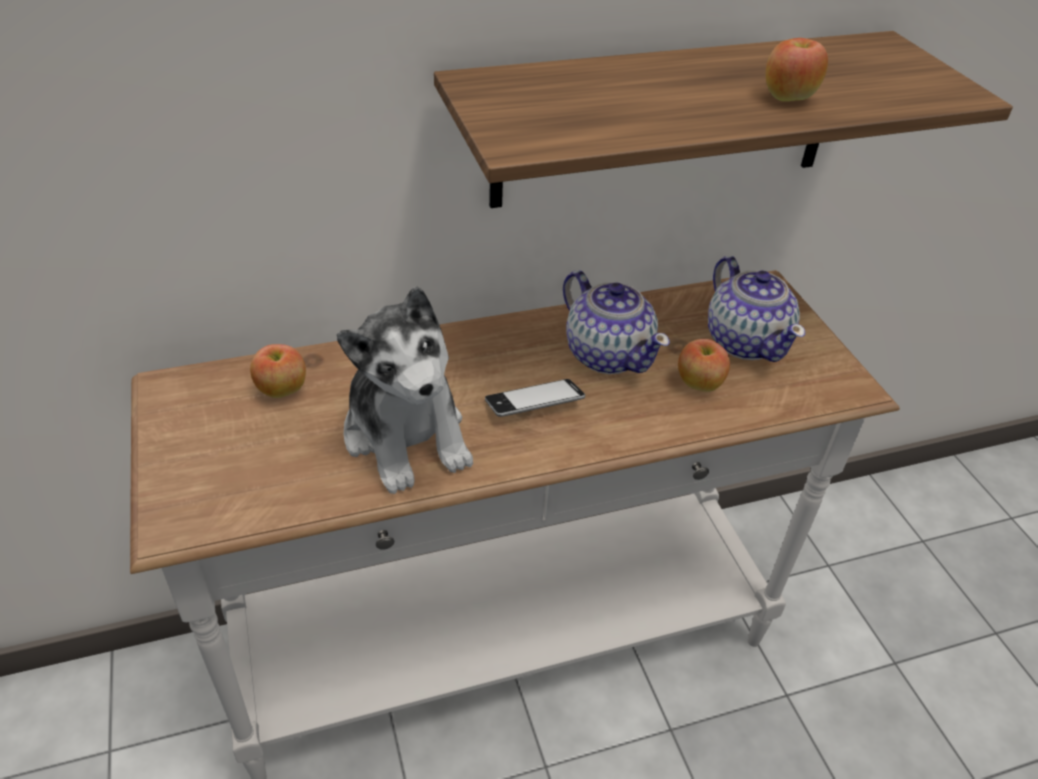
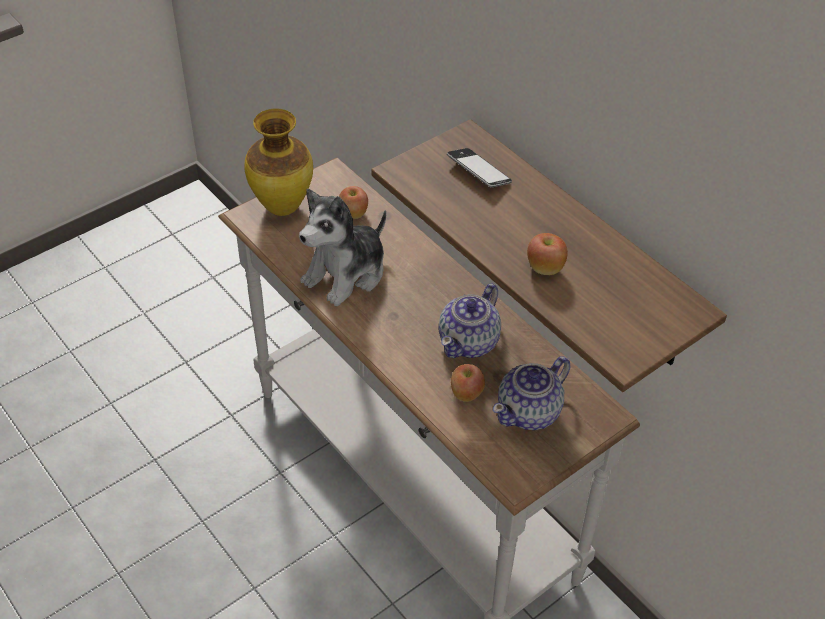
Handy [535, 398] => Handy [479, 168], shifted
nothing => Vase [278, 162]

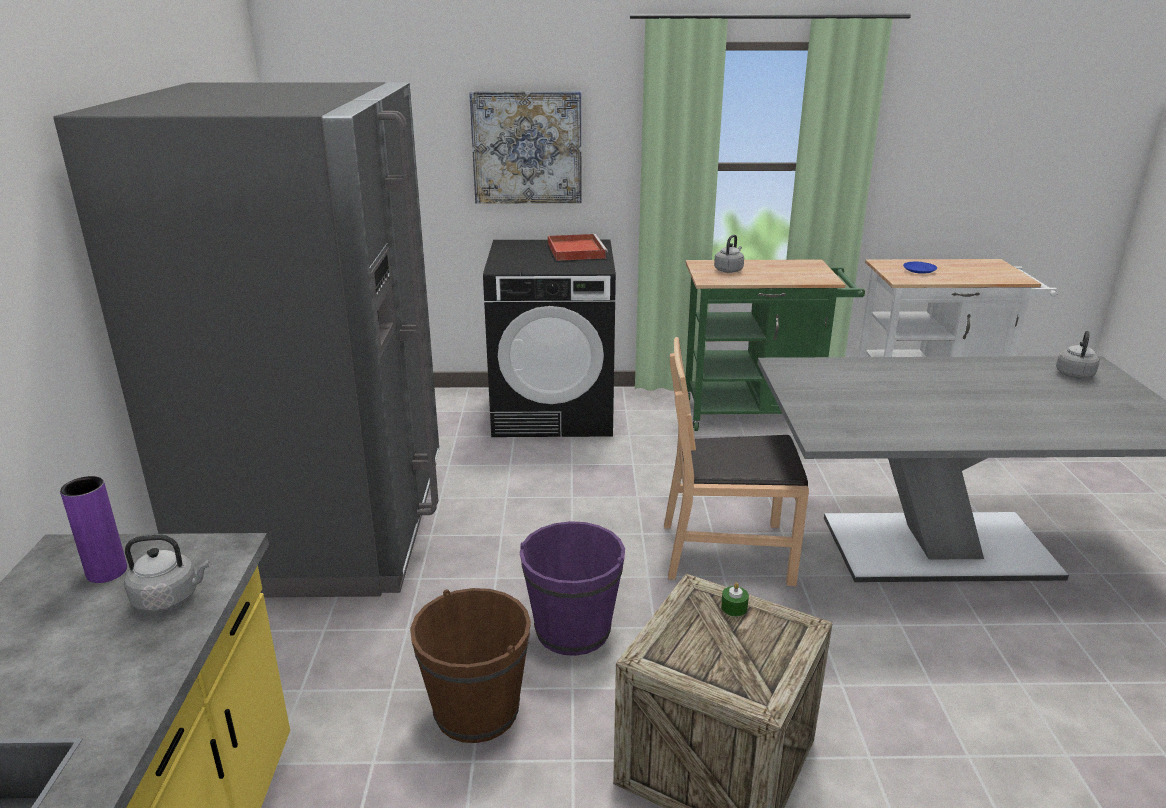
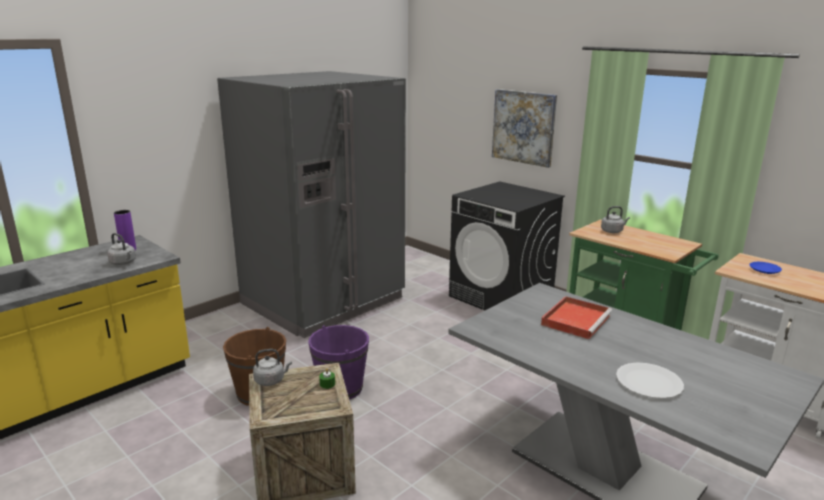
Tablett/rot [578, 247] => Tablett/rot [576, 317], shifted
Stuhl/braun [736, 461] => nothing
Wasserkessel/grau [1078, 355] => Wasserkessel/grau [272, 367], shifted
nothing => Teller/weiß [650, 380]

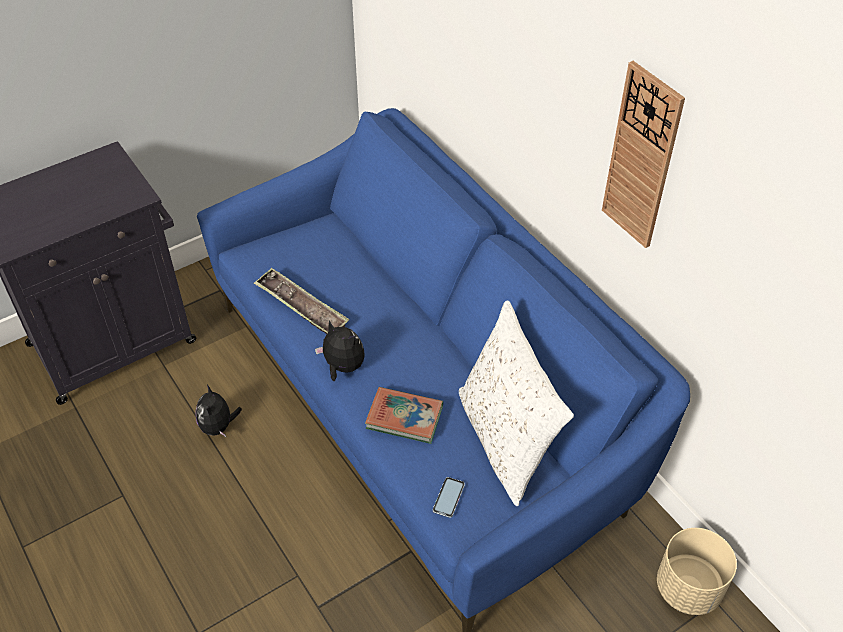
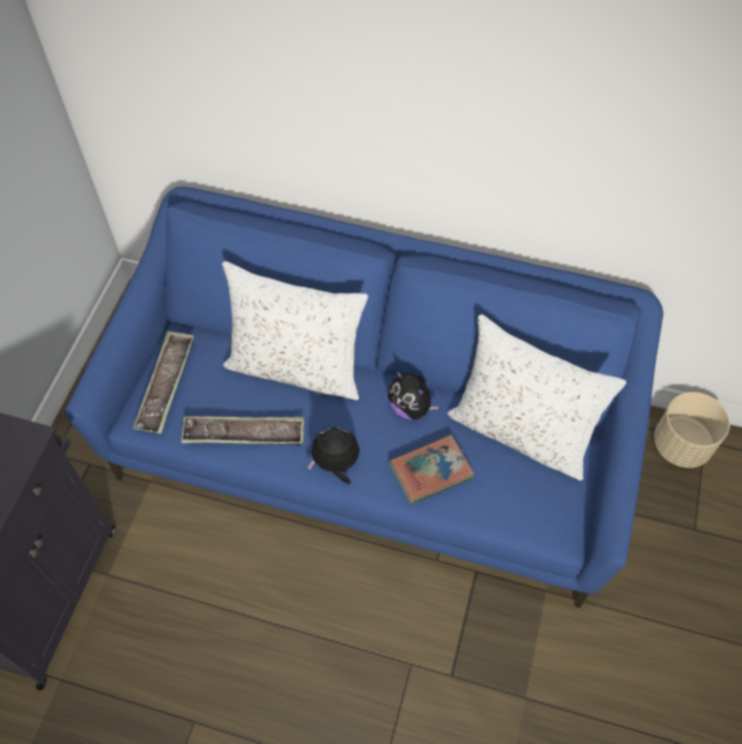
Plüschtier [218, 411] => Plüschtier [413, 395], shifted
Handy [449, 497] => nothing
Wanduhr [643, 154] => nothing
nothing => Tablett [163, 382]
nothing => Kissen/weiß [295, 330]

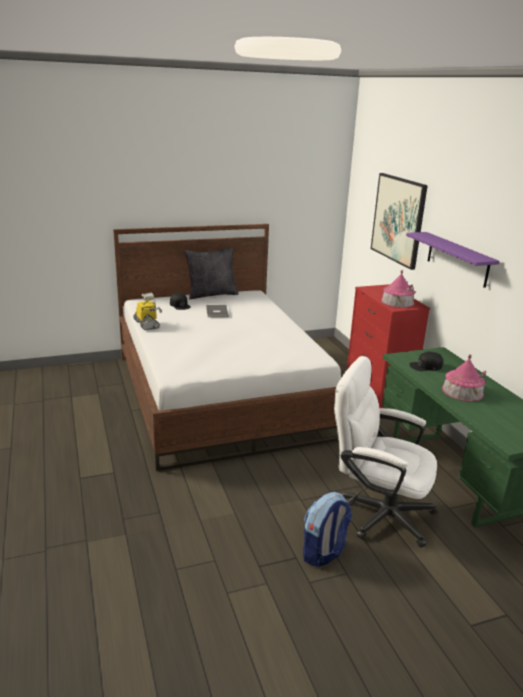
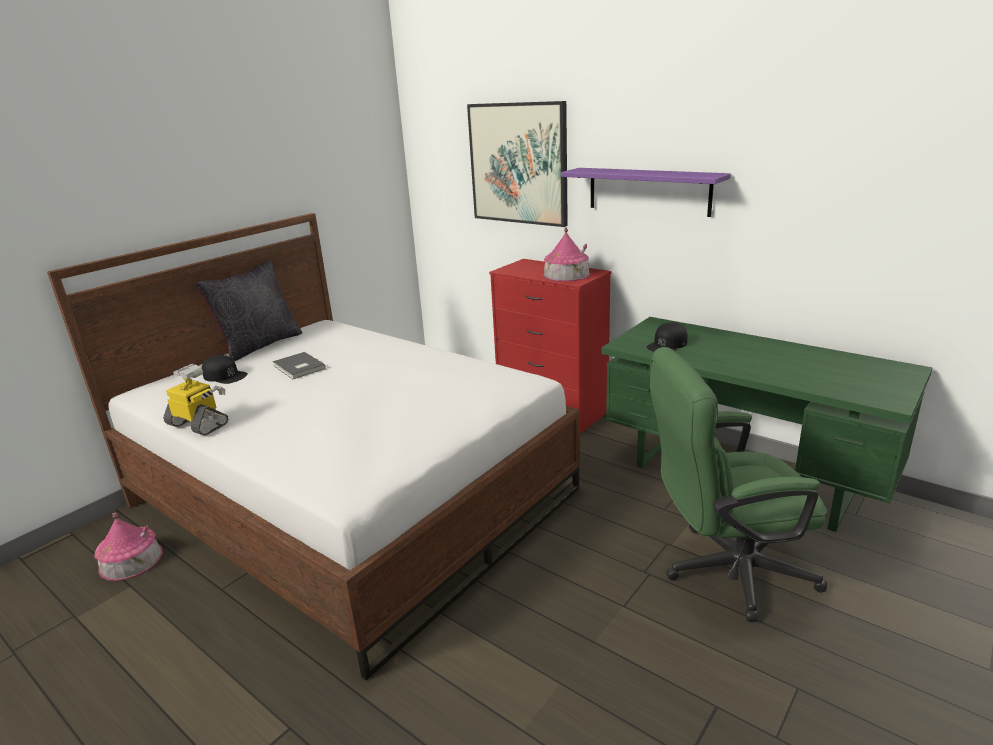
Rucksack [327, 529] => nothing
Bürostuhl/weiß [385, 451] => Bürostuhl/grün [738, 484]
Spielzeughaus [464, 378] => Spielzeughaus [128, 546], shifted

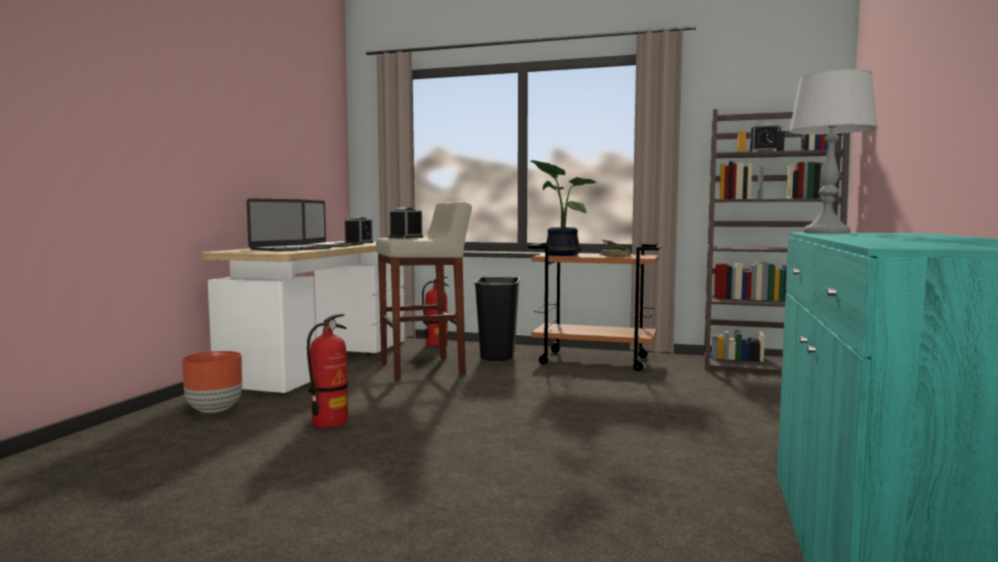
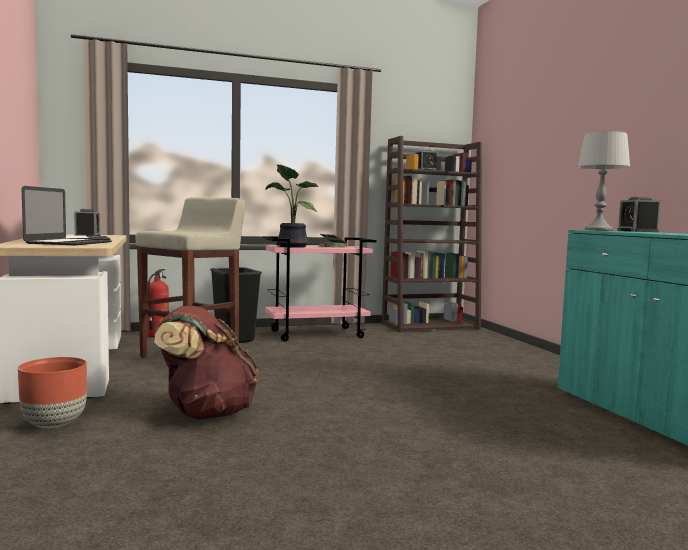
Feuerlöscher [327, 371] => Rucksack/braun [206, 363]
Wecker [406, 223] => Wecker [638, 214], shifted
Rollwagen/braun [595, 307] => Rollwagen/rosa [319, 289]

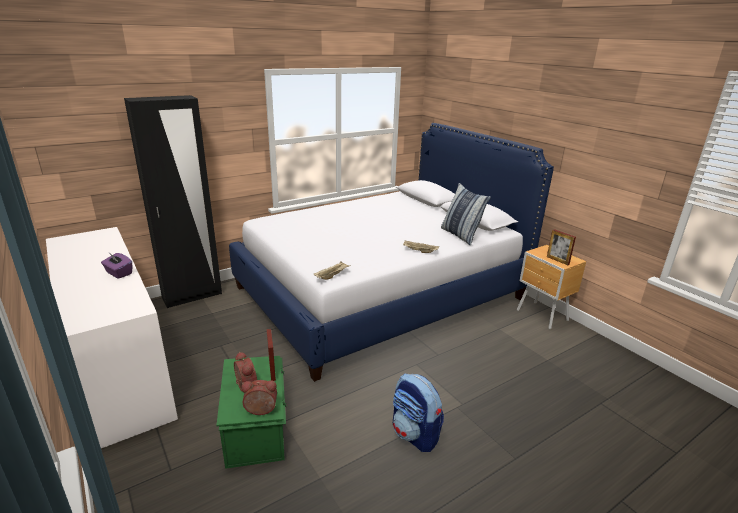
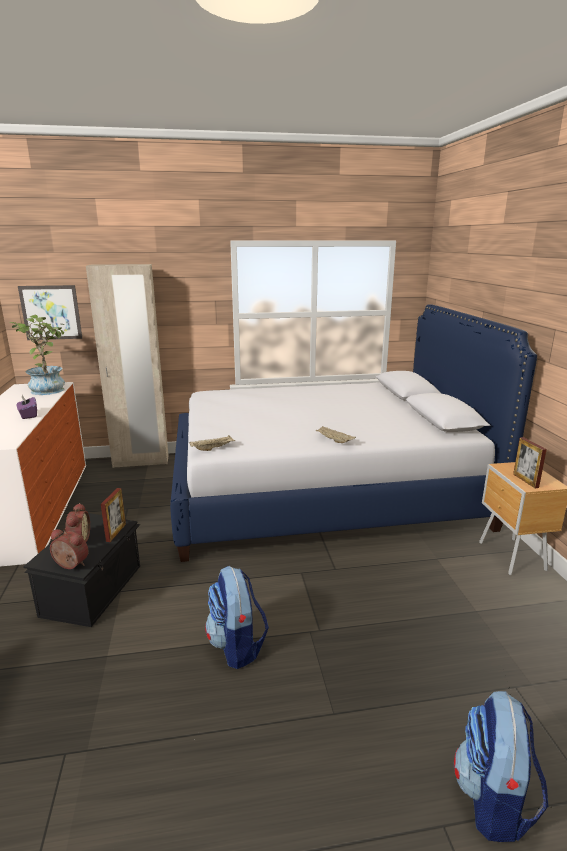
Kleiderschrank/schwarz [173, 201] => Kleiderschrank/beige [127, 366]
Aufbewahrungsbox/grün [251, 412] => Aufbewahrungsbox/schwarz [81, 570]
Kissen [466, 214] => nothing
nothing => Topfpflanze [37, 355]
nothing => Bild [50, 312]
nothing => Rucksack [501, 766]

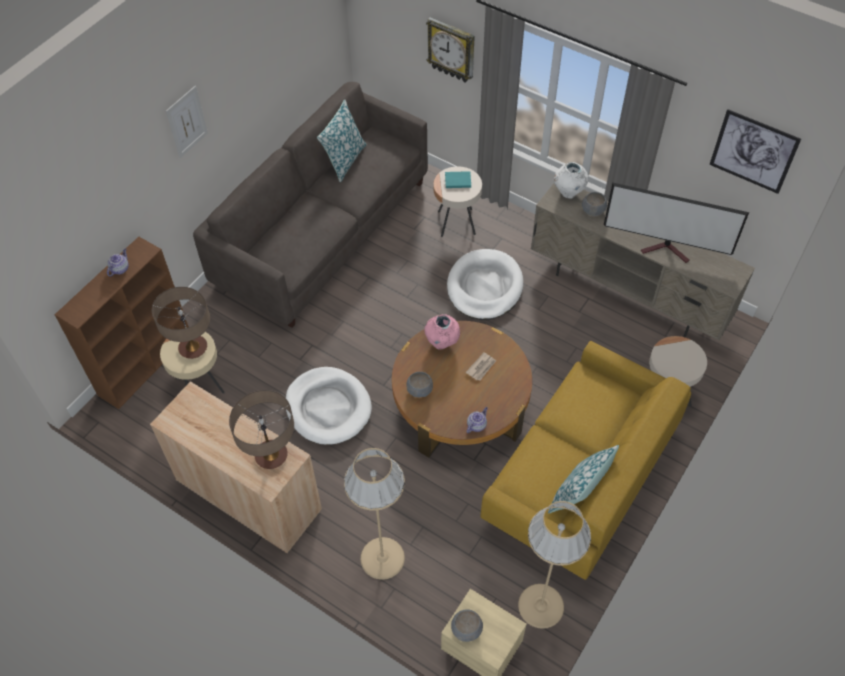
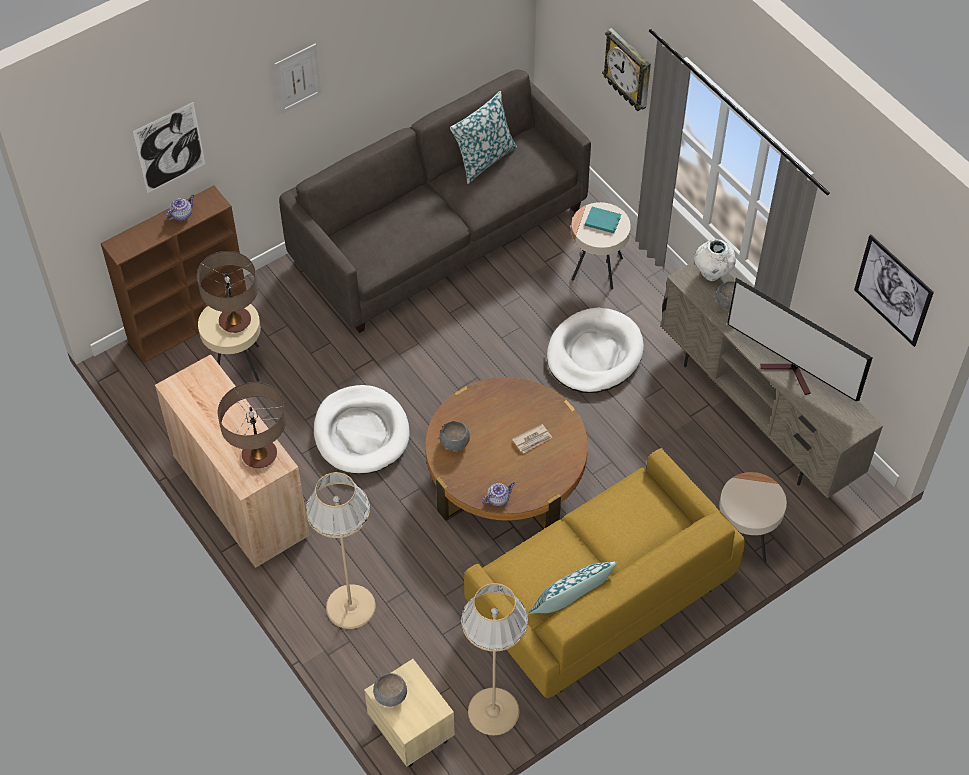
Vase/rosa [442, 332] => nothing
nothing => Bild [169, 147]

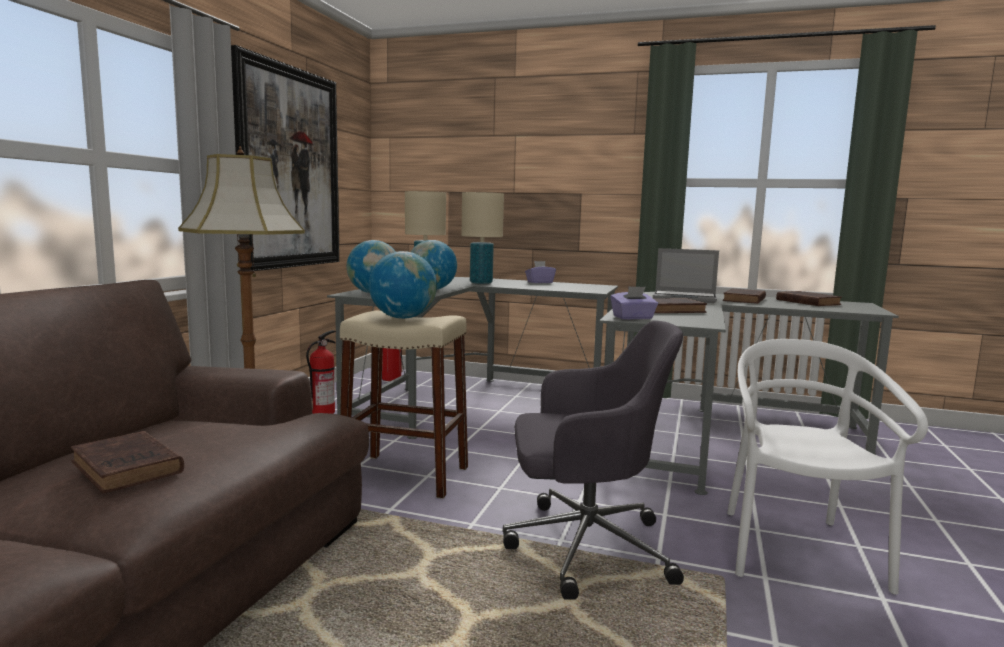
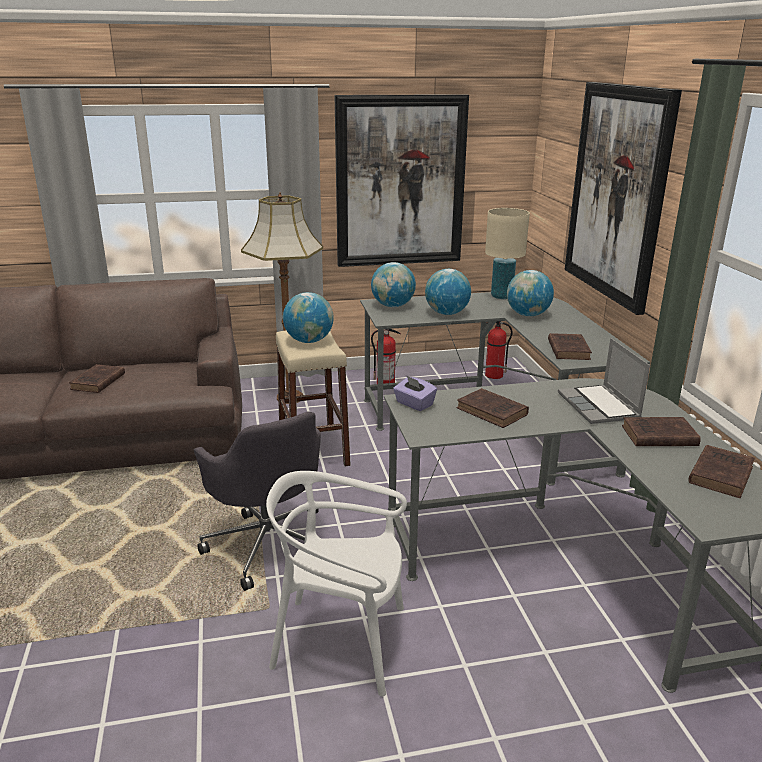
Tischlampe/beige [483, 238] => Globus [530, 293]
Taschentuchbox/lila [540, 272] => nothing
Stuhl/weiß [827, 467] => Stuhl/weiß [336, 583], 150 degrees counterclockwise
nothing => Buch/braun [570, 346]
nothing => Bild [623, 198]

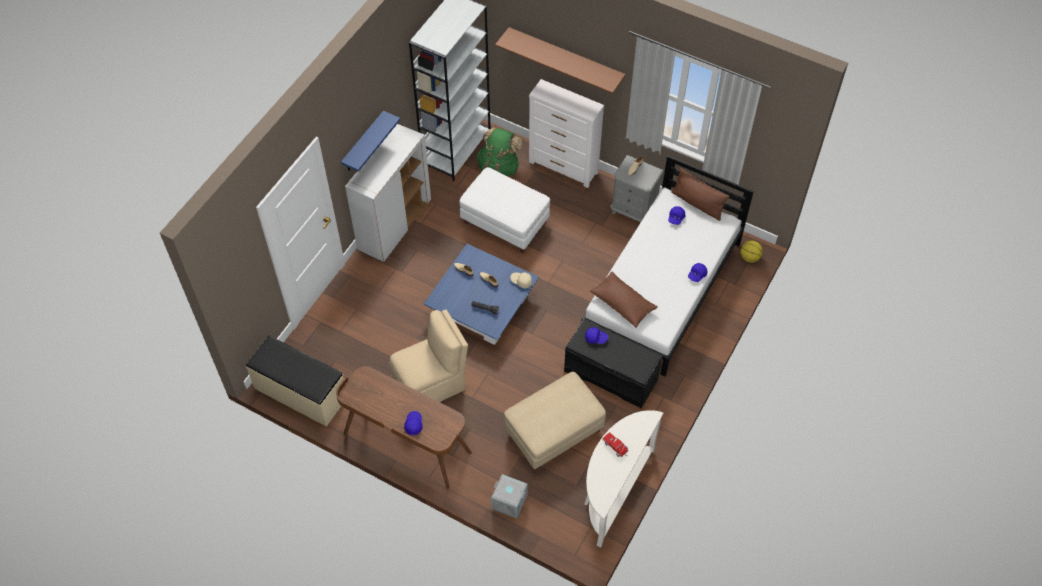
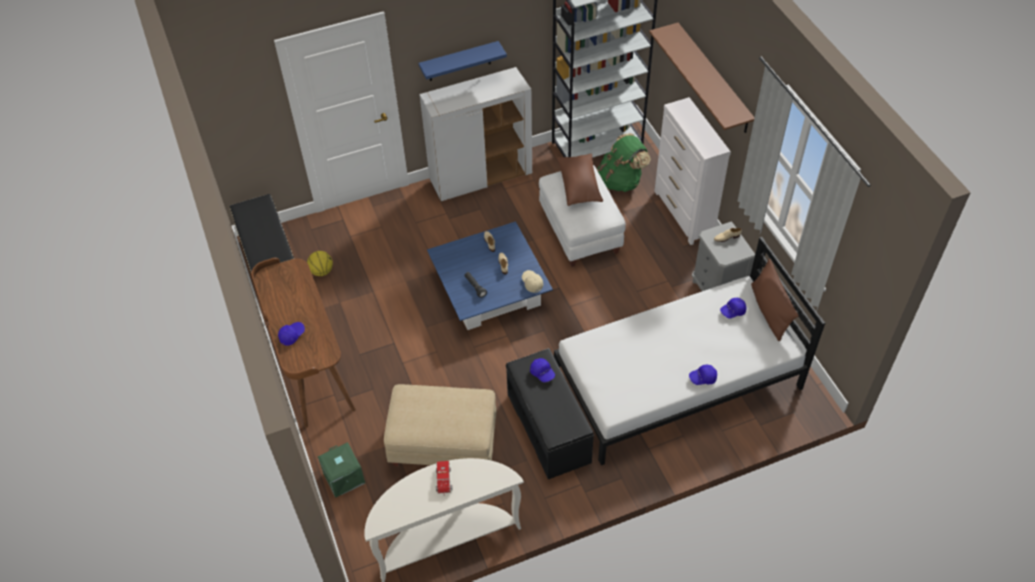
Stuhl/beige [429, 356] => nothing
Aufbewahrungsbox/grau [509, 496] => Aufbewahrungsbox/grün [341, 470]
Kissen/braun [624, 300] => Kissen/braun [580, 180], shifted
Basketball [752, 251] => Basketball [320, 263], shifted

